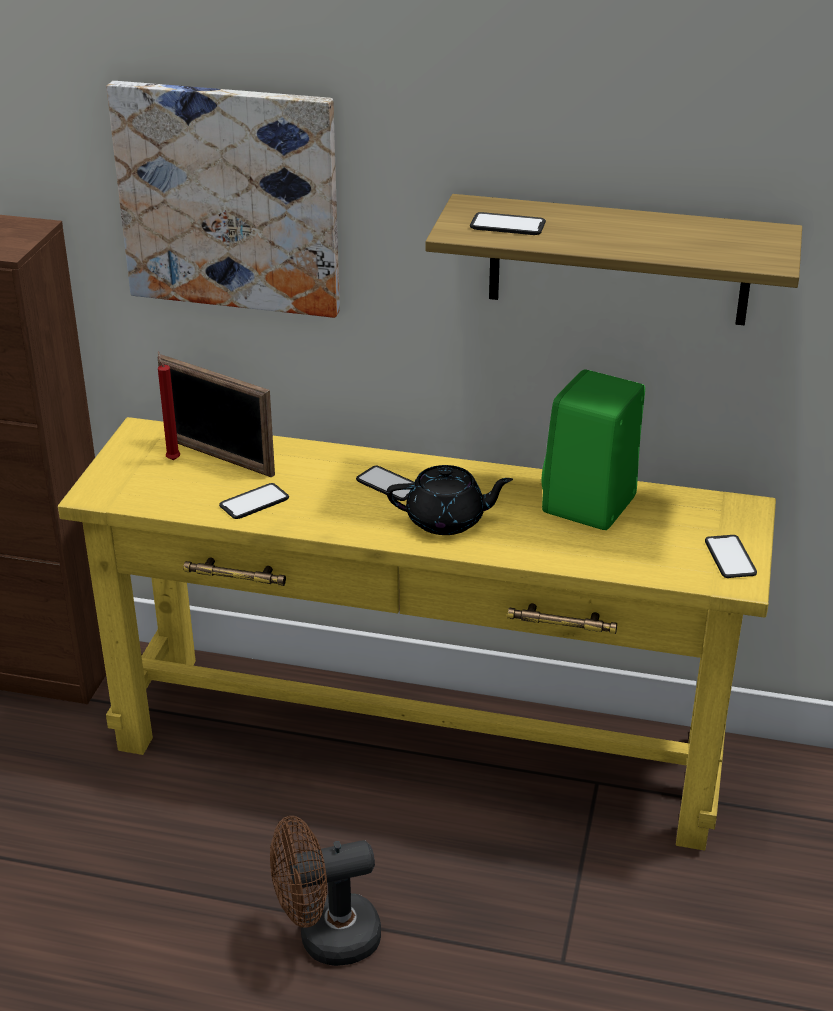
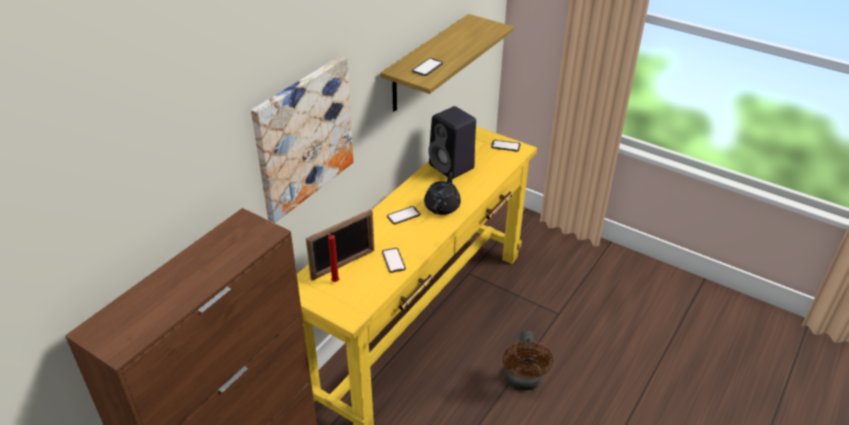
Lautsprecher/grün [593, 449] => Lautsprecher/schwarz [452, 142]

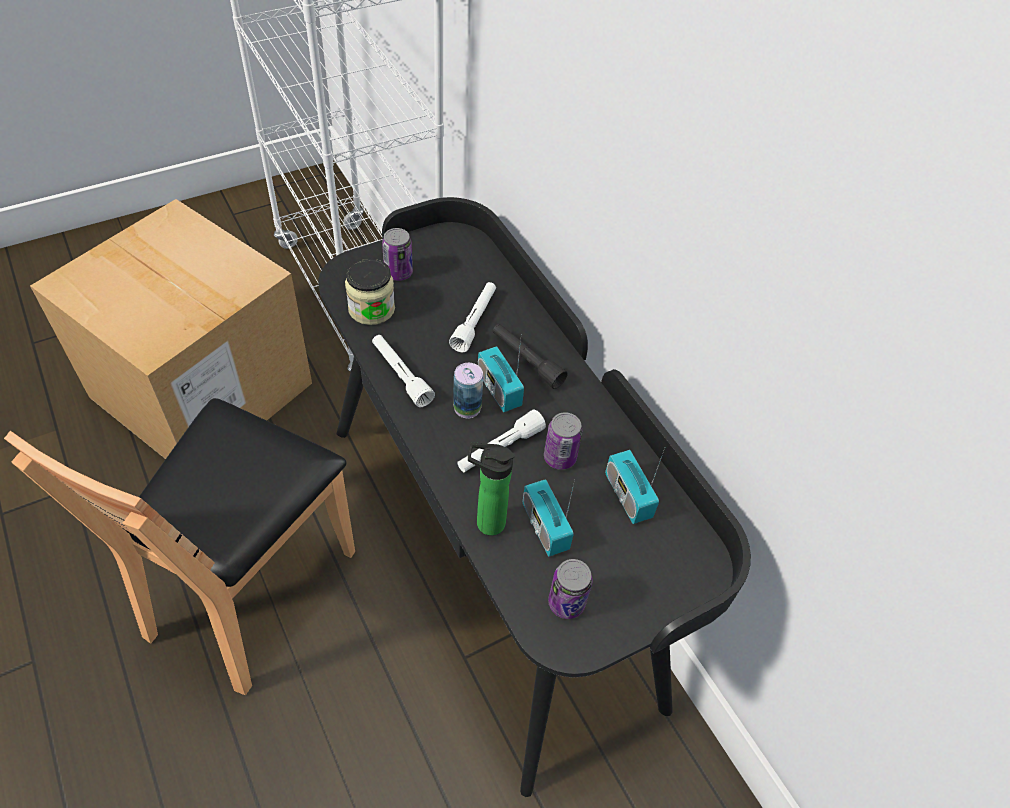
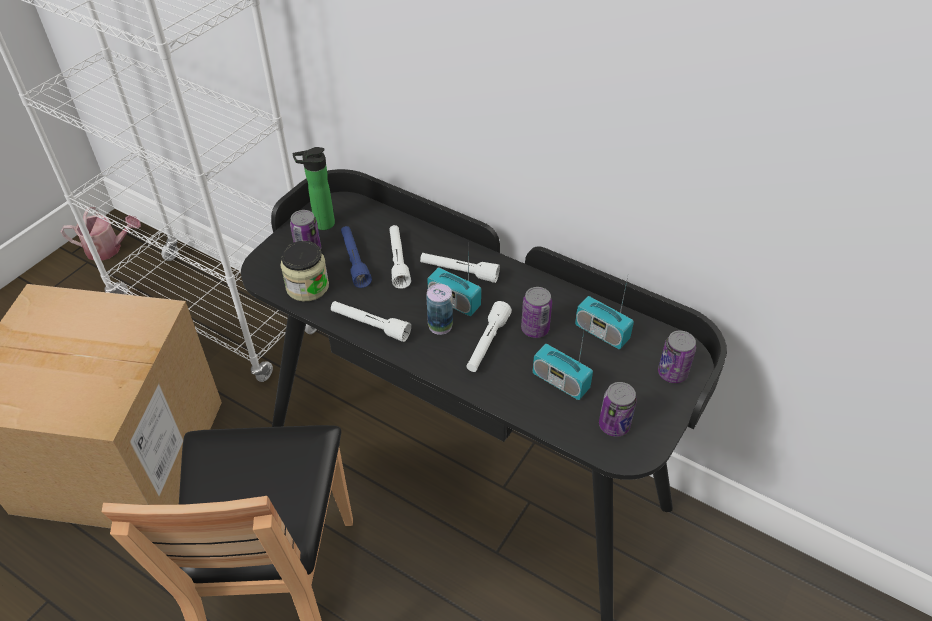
Flasche [491, 489] => Flasche [313, 188], shifted
Taschenlampe/schwarz [530, 356] => Taschenlampe/weiß [460, 268]
nothing => Gießkanne [101, 234]
nothing => Taschenlampe/blau [356, 257]
nothing => Dose [677, 357]

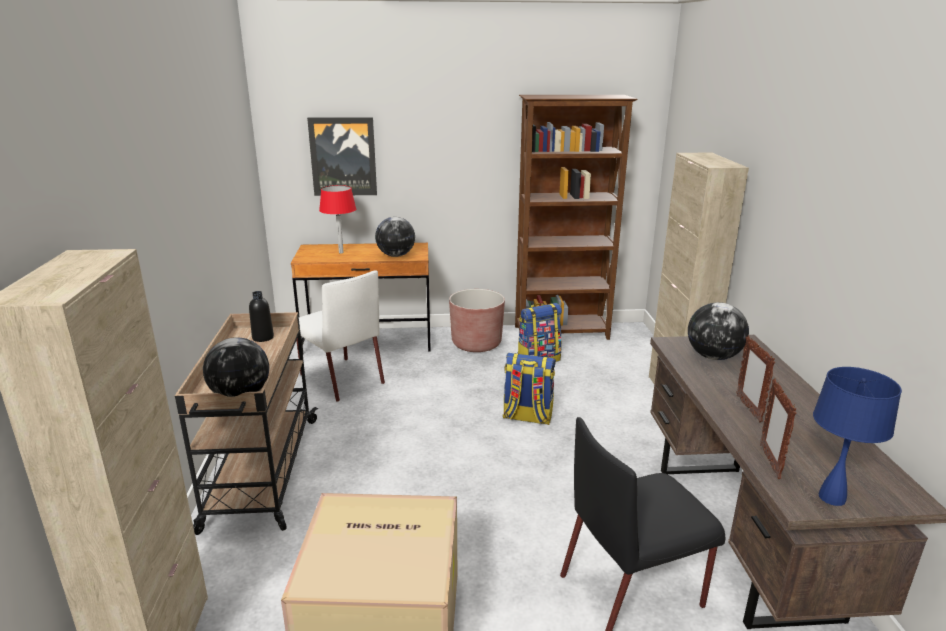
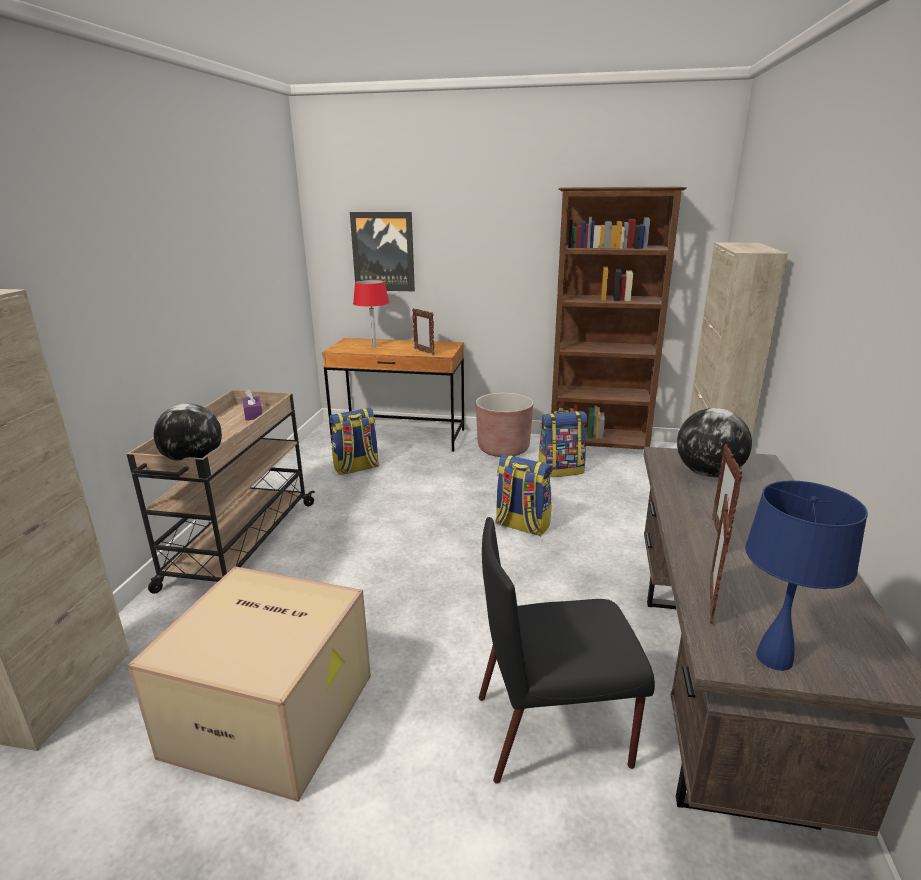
Flasche/schwarz [261, 316] => Taschentuchbox/lila [252, 405]
Stuhl/weiß [340, 336] => Rucksack [354, 441]
Globus [395, 237] => Bilderrahmen [423, 331]

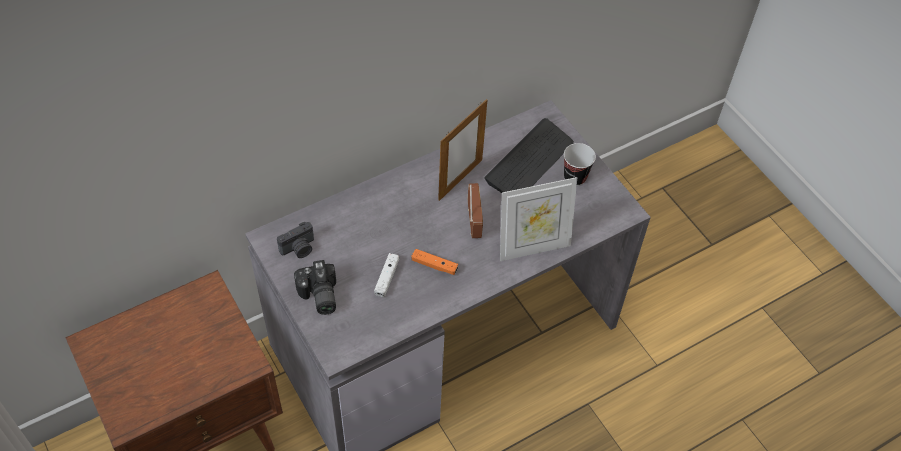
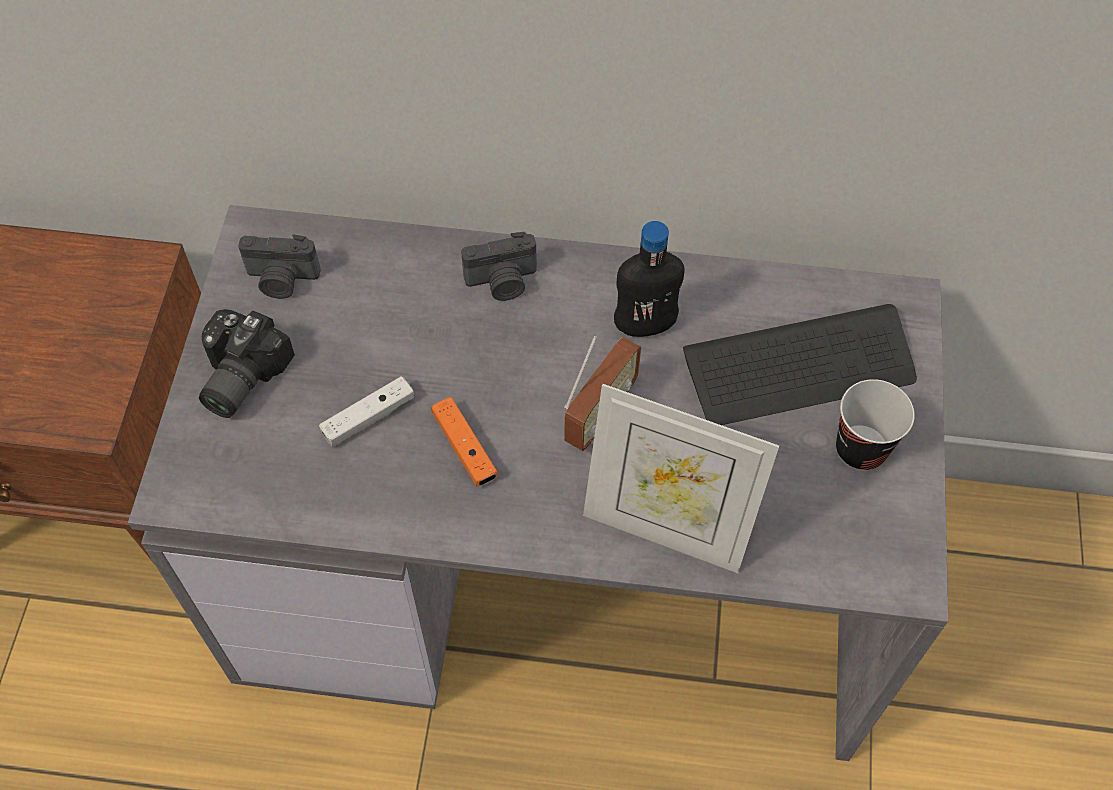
Bilderrahmen [462, 150] => Flasche/schwarz [649, 279]
nothing => Kamera [499, 266]

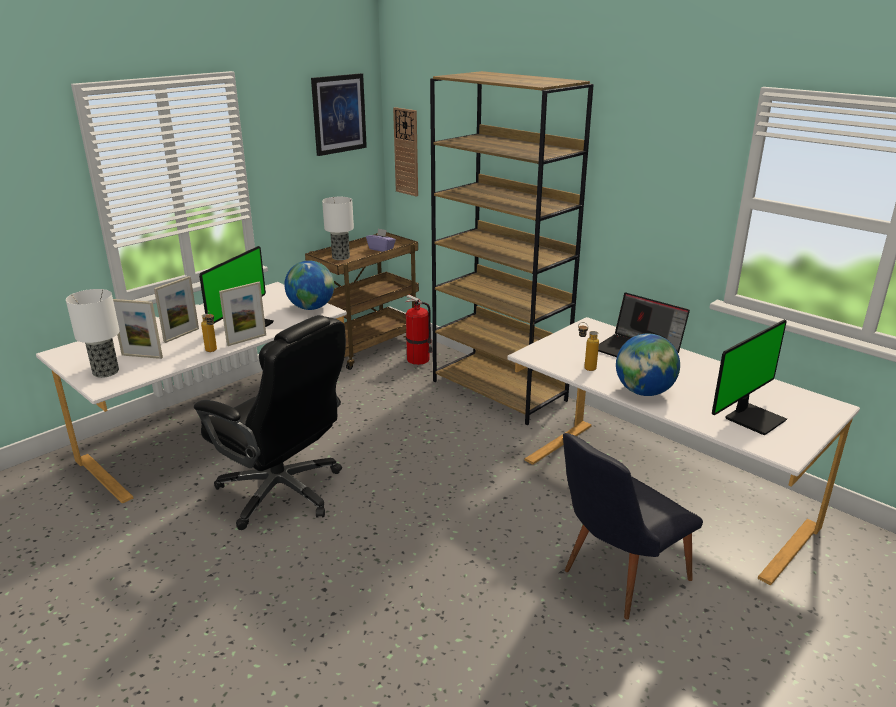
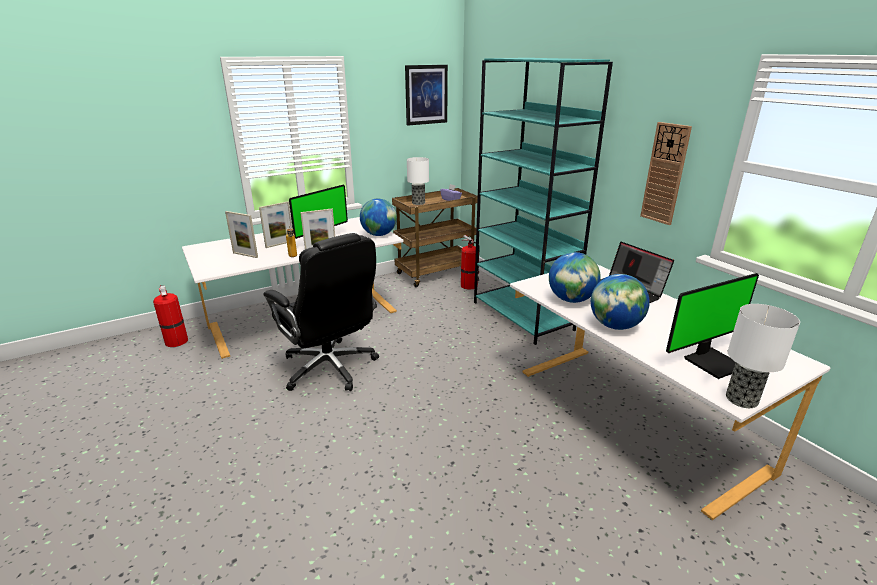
Tischlampe [93, 333] => Tischlampe [763, 356], shifted
Wanduhr [405, 152] => Wanduhr [666, 173], shifted
Bücherregal/braun [512, 248] => Bücherregal/türkis [543, 201]
Stuhl/schwarz [633, 526] => nothing
Flasche [588, 346] => Globus [575, 277]
nothing => Feuerlöscher [170, 316]

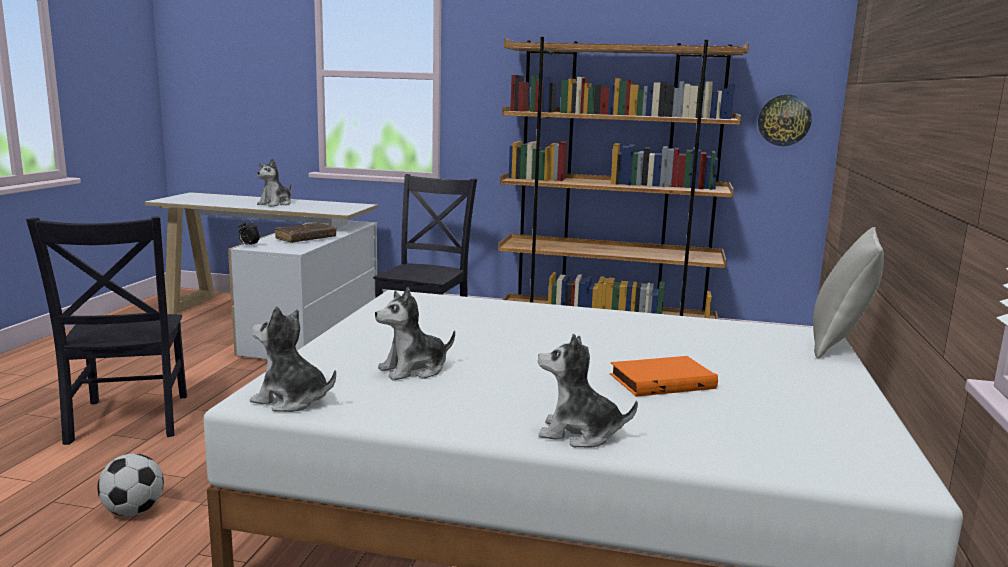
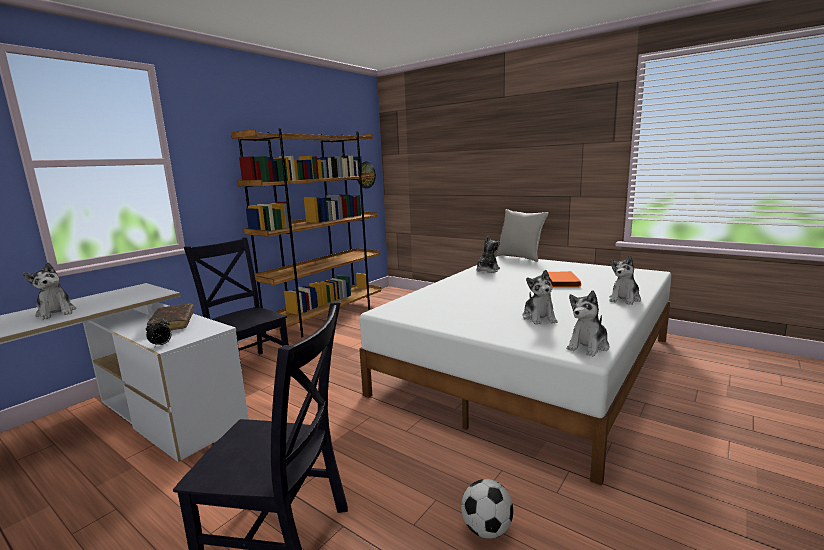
nothing => Plüschtier [488, 254]

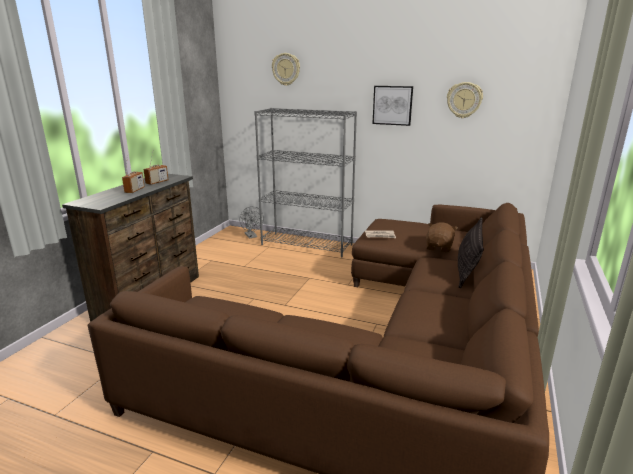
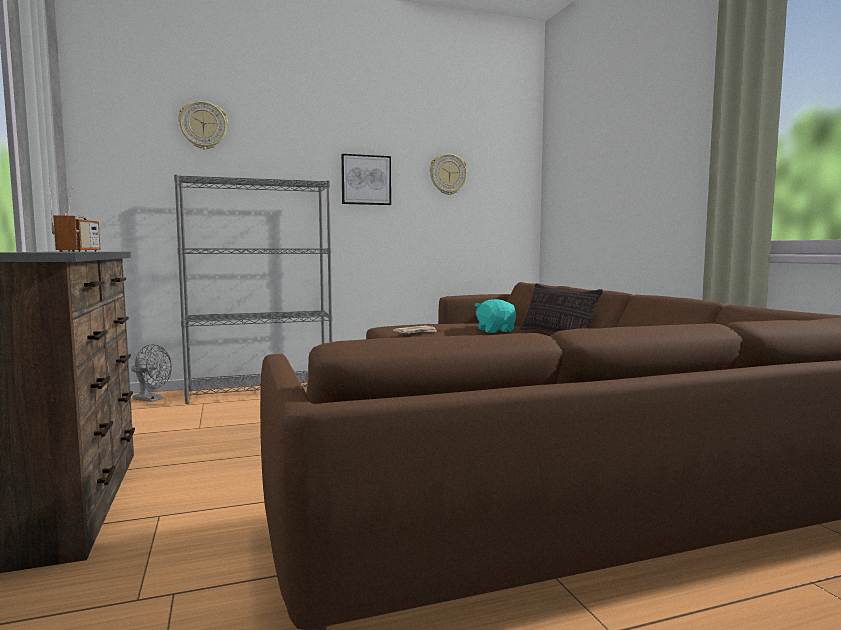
Plüschtier/braun [441, 237] => Plüschtier/türkis [495, 316]

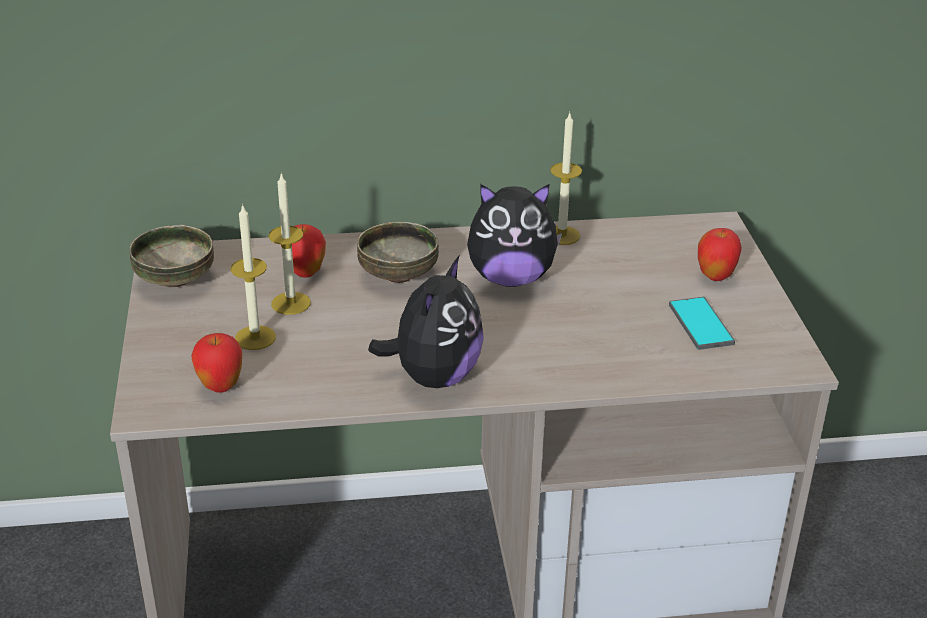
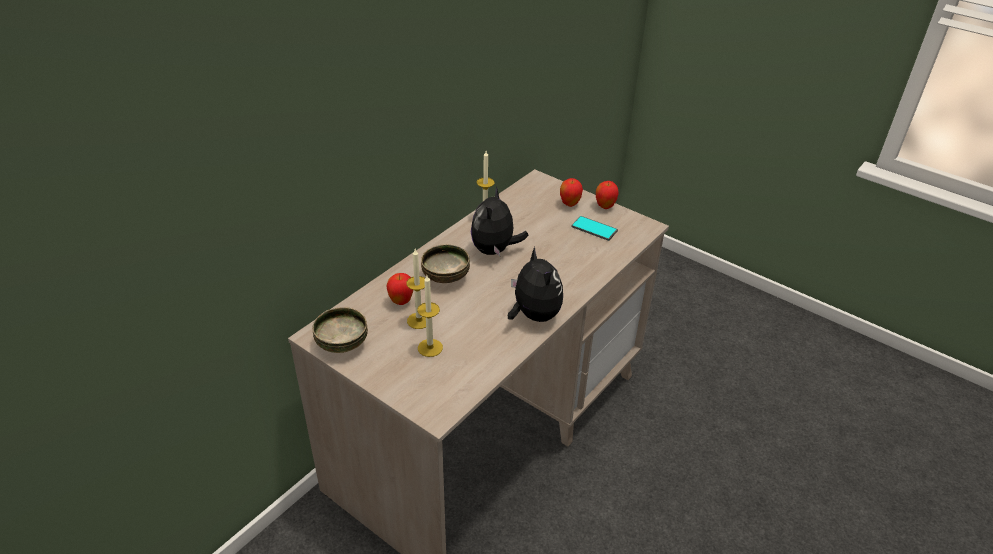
Apfel [216, 363] => Apfel [607, 195], shifted
Plüschtier [515, 235] => Plüschtier [500, 221], 150 degrees clockwise

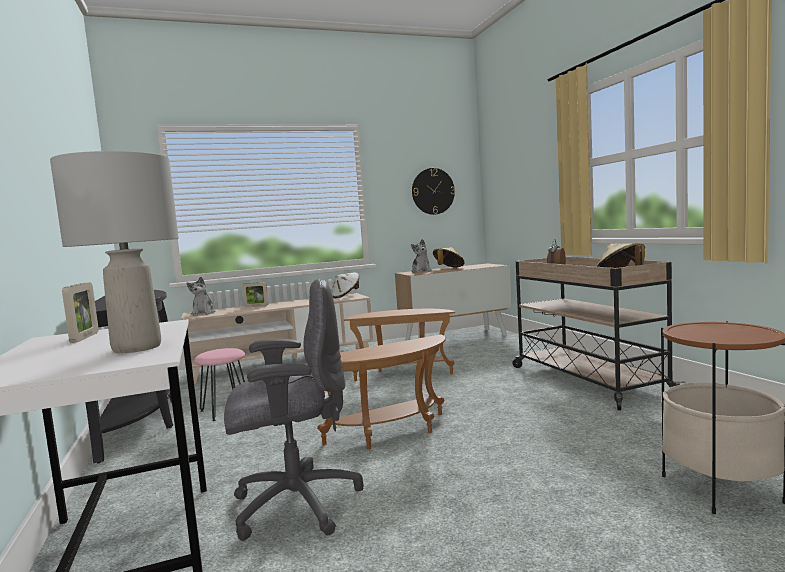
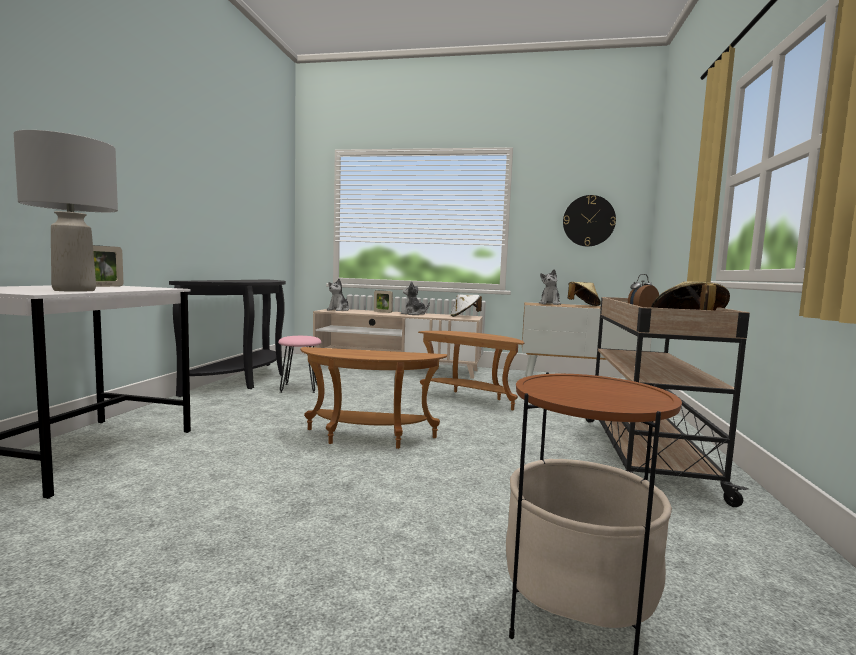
Bürostuhl/grau [294, 410] => nothing
nothing => Plüschtier [415, 298]

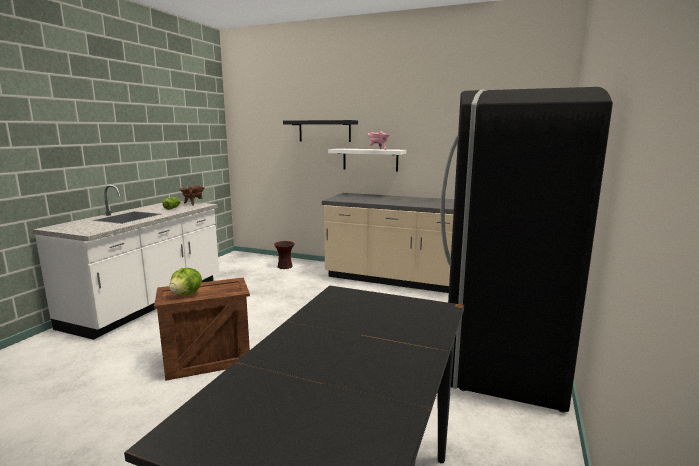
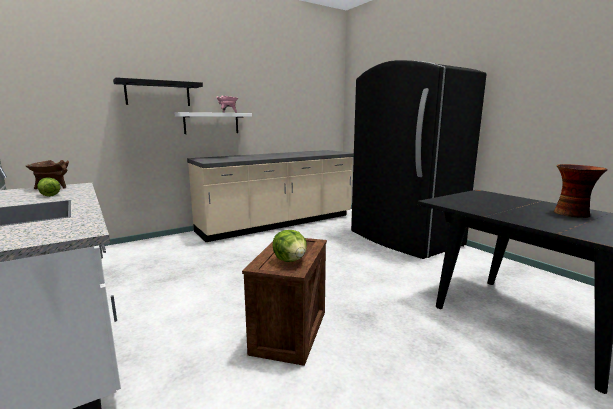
Vase [284, 255] => Vase [581, 191], shifted

